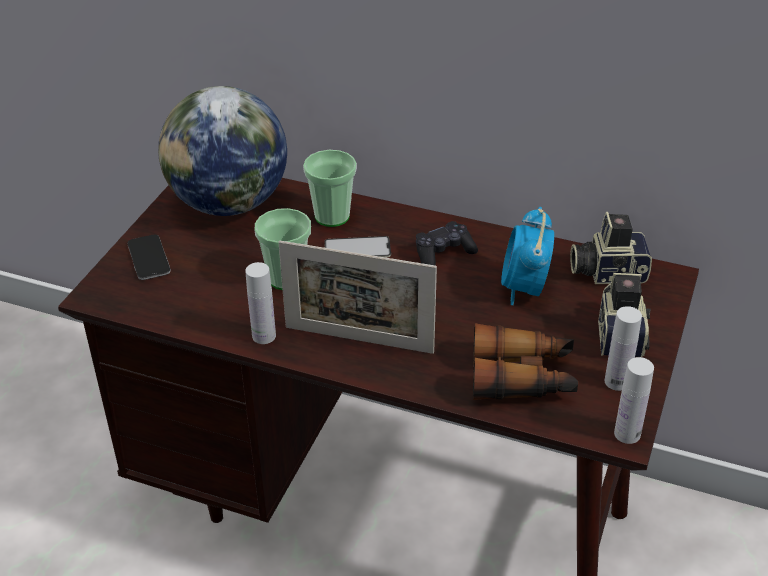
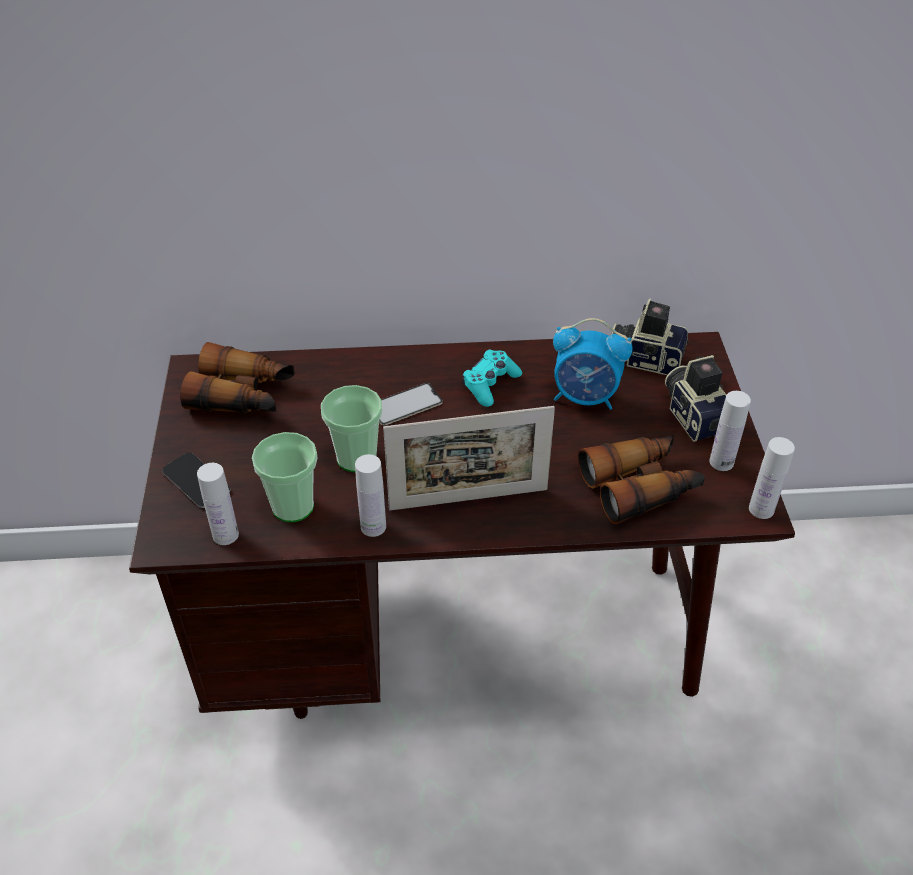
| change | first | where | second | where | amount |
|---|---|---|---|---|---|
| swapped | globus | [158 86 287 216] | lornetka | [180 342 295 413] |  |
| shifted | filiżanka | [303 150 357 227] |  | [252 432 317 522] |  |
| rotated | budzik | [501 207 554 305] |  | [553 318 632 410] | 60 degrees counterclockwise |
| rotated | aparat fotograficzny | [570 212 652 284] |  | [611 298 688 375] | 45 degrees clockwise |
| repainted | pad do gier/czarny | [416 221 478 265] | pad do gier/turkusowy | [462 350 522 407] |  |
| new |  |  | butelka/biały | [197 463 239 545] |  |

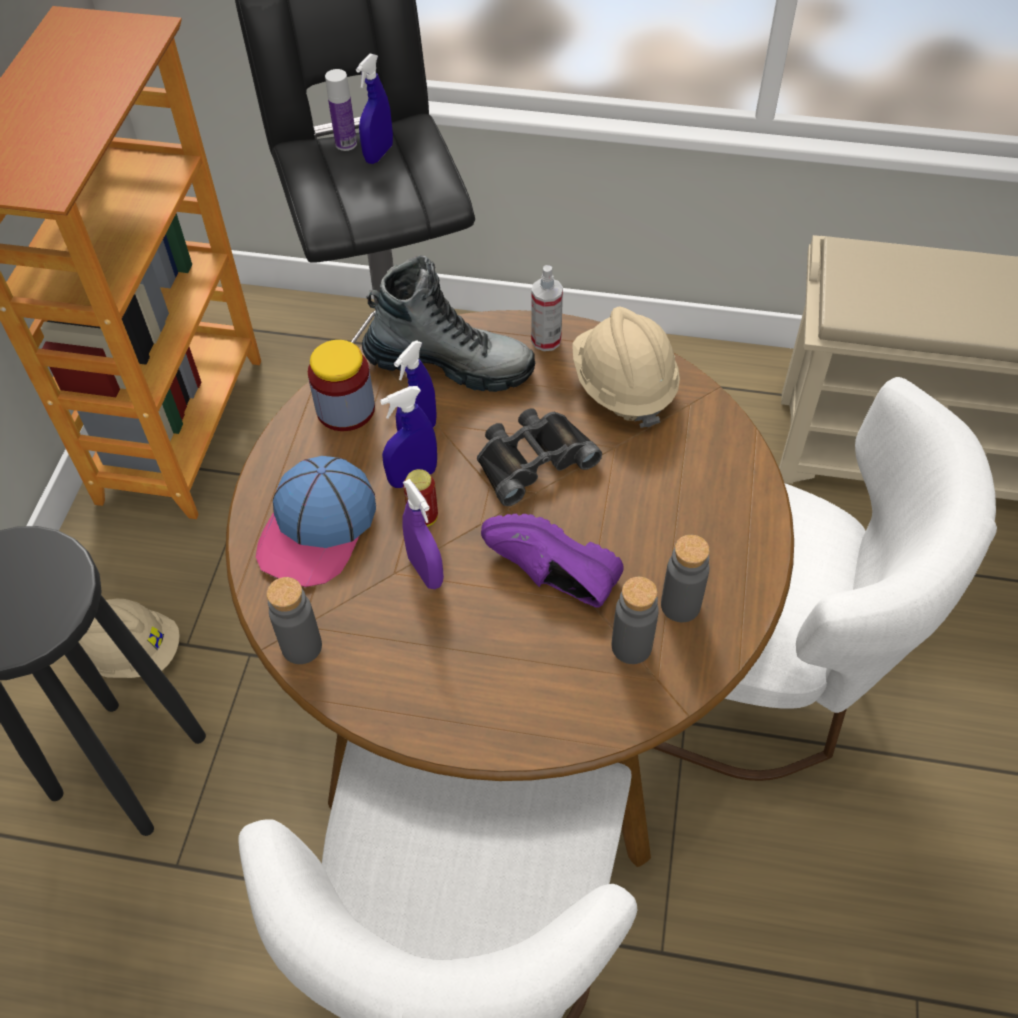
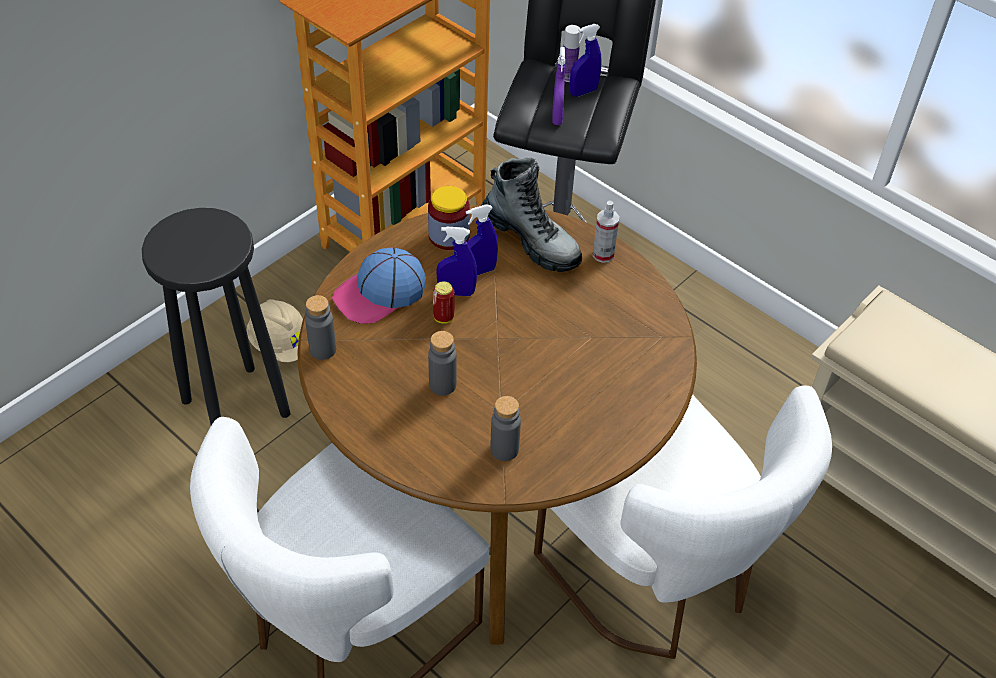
| change | first | where | second | where | amount |
|---|---|---|---|---|---|
| gone | kask/beżowy | [572 306 680 428] |  |  |  |
| gone | lornetka/czarny | [477 408 602 506] |  |  |  |
| shifted | spryskiwacz/fioletowy | [402 479 444 589] |  | [553 47 565 125] |  |
| gone | but/fioletowy | [481 514 624 608] |  |  |  |
| shifted | butelka/szary | [661 535 710 622] |  | [428 331 457 395] |  |

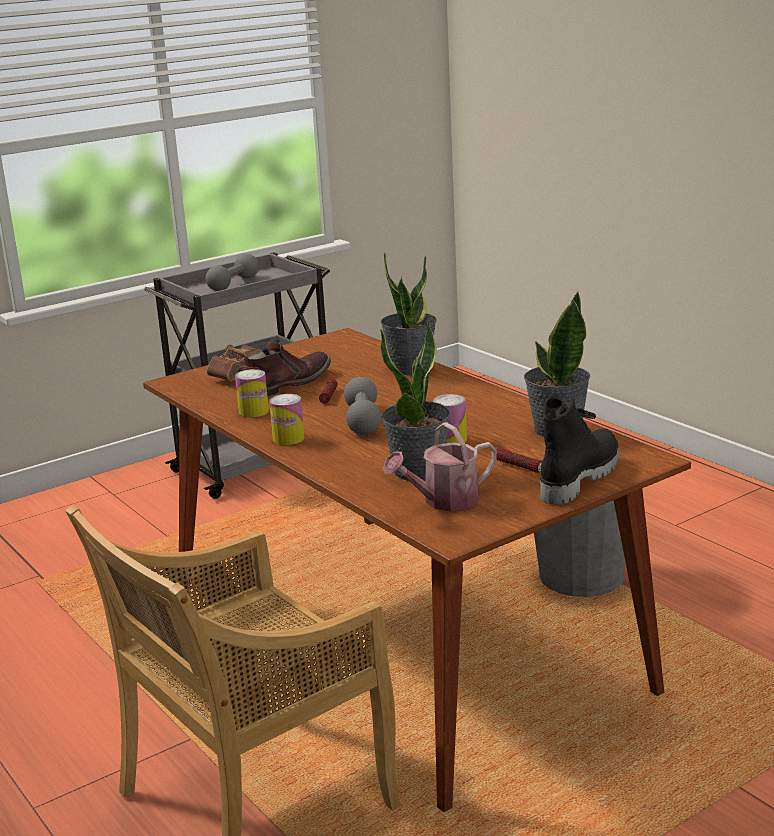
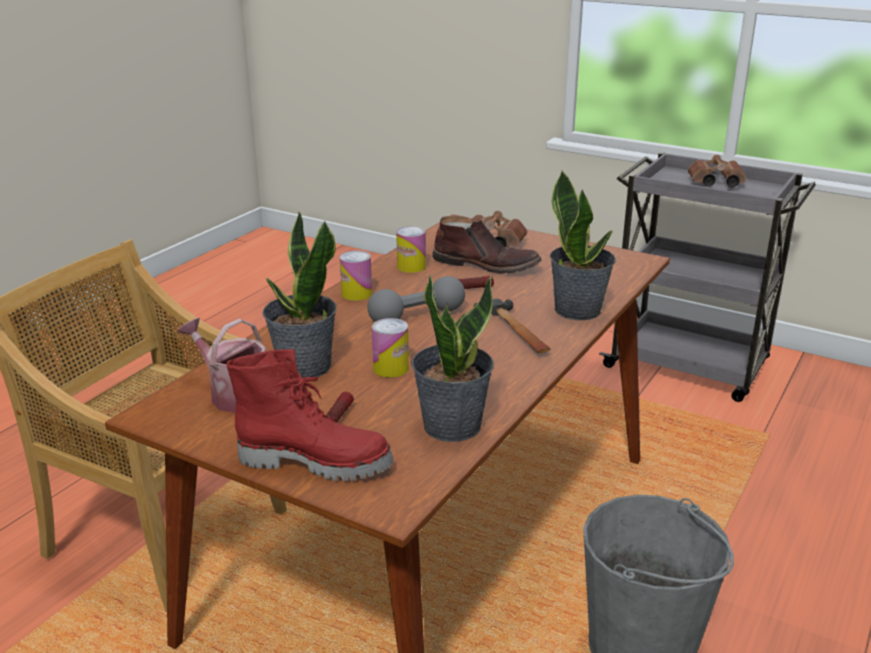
| change | first | where | second | where | amount |
|---|---|---|---|---|---|
| swapped | hantel/szary | [206 254 259 291] | lornetka/brązowy | [688 155 746 188] |  |
| repainted | but z cholewką/czarny | [540 392 619 505] | but z cholewką/czerwony | [226 349 394 481] |  |
| new |  |  | młotek | [473 299 551 353] |  |

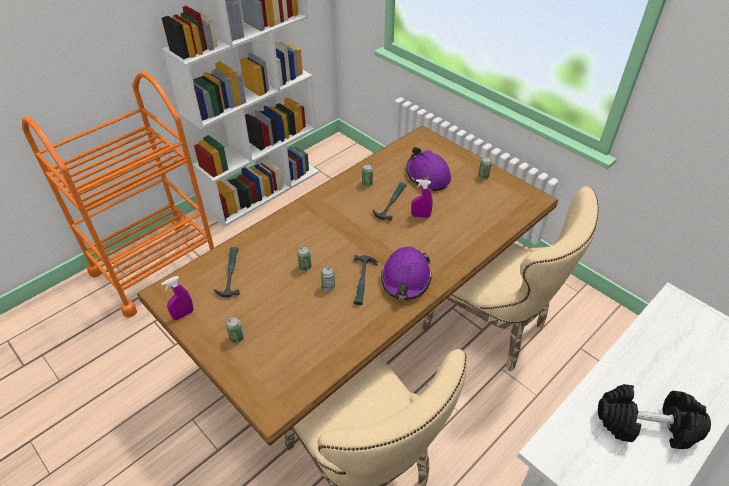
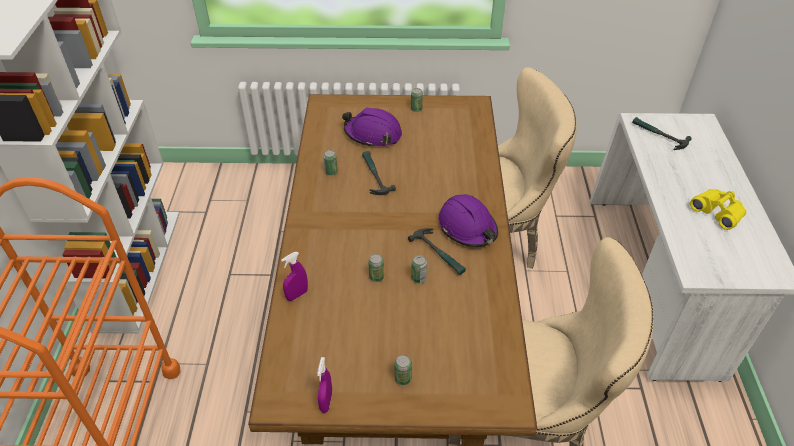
| change | first | where | second | where | amount |
|---|---|---|---|---|---|
| shifted | spryskiwacz/fioletowy | [411 179 433 218] |  | [281 252 308 301] |  |
| shifted | młotek | [214 247 240 298] |  | [632 117 692 150] |  |
| swapped | hantel/czarny | [598 384 711 449] | lornetka/żółty | [690 189 746 230] |  |

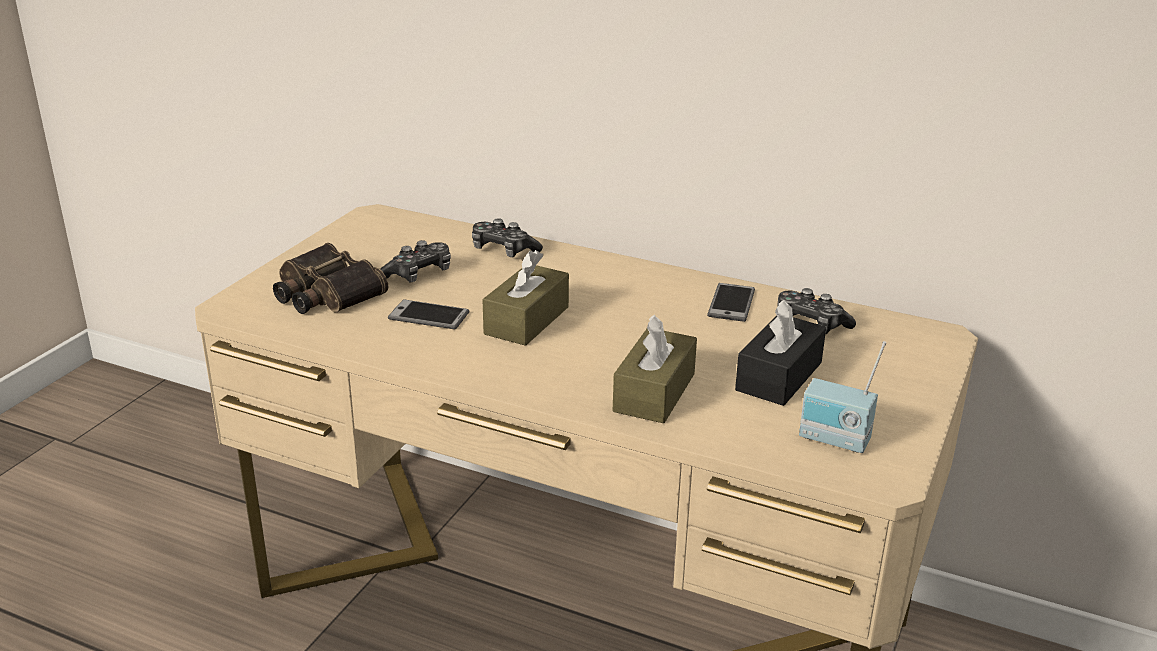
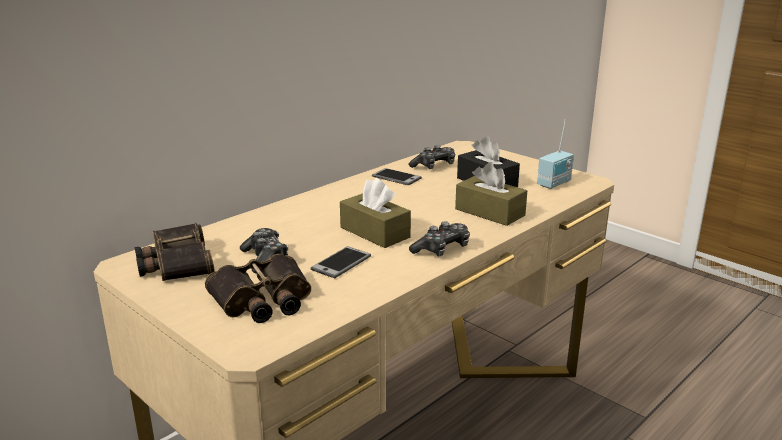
| change | first | where | second | where | amount |
|---|---|---|---|---|---|
| shifted | pad do gier | [472 218 543 257] |  | [409 221 470 256] |  |
| new |  |  | lornetka | [134 223 215 281] |  |

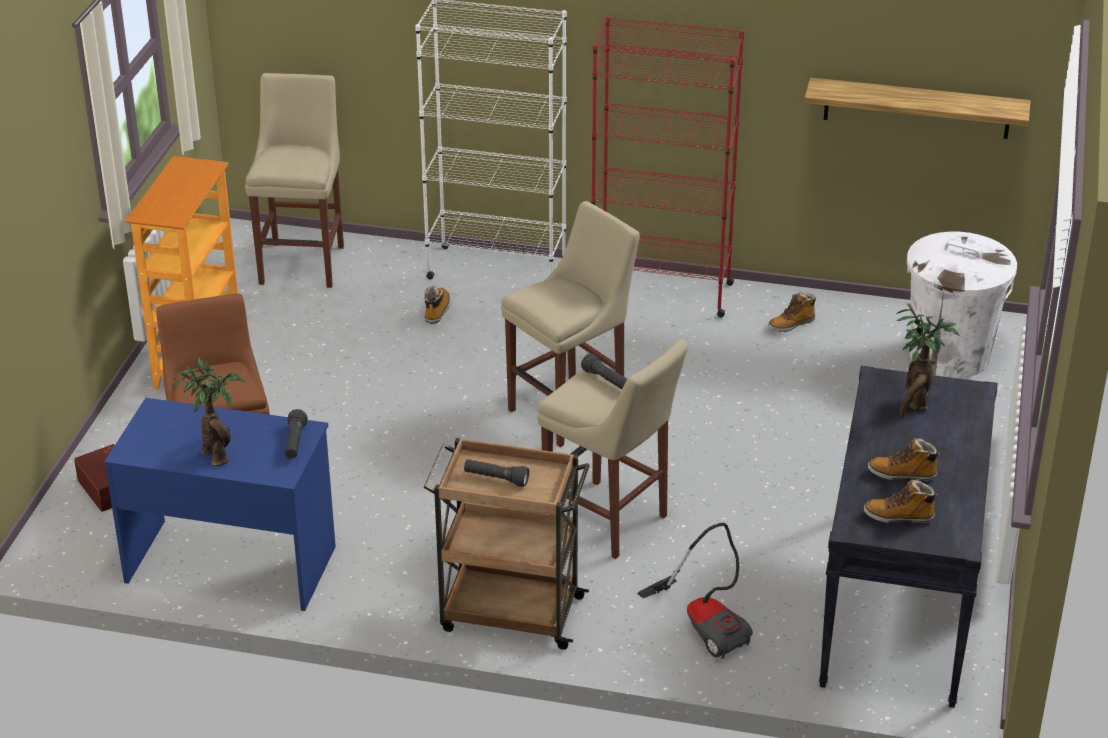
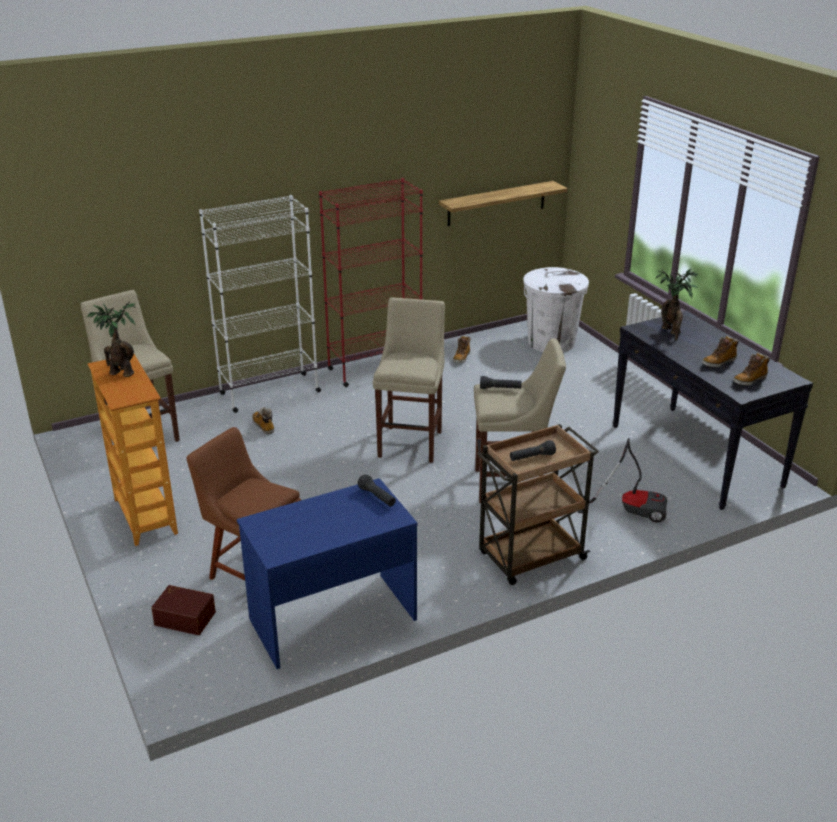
| change | first | where | second | where | amount |
|---|---|---|---|---|---|
| shifted | roślina doniczkowa | [173 357 245 466] |  | [86 302 136 377] |  |

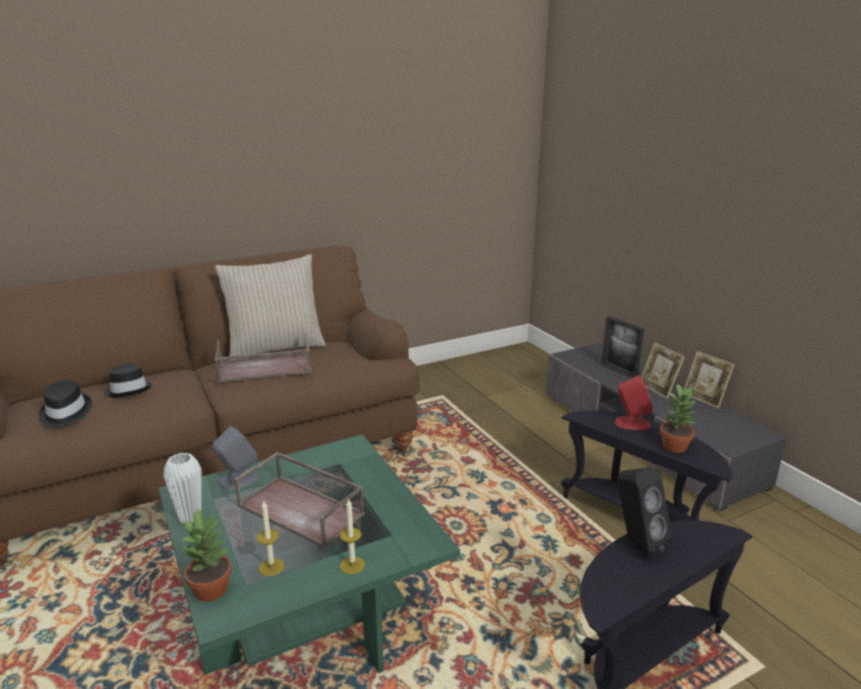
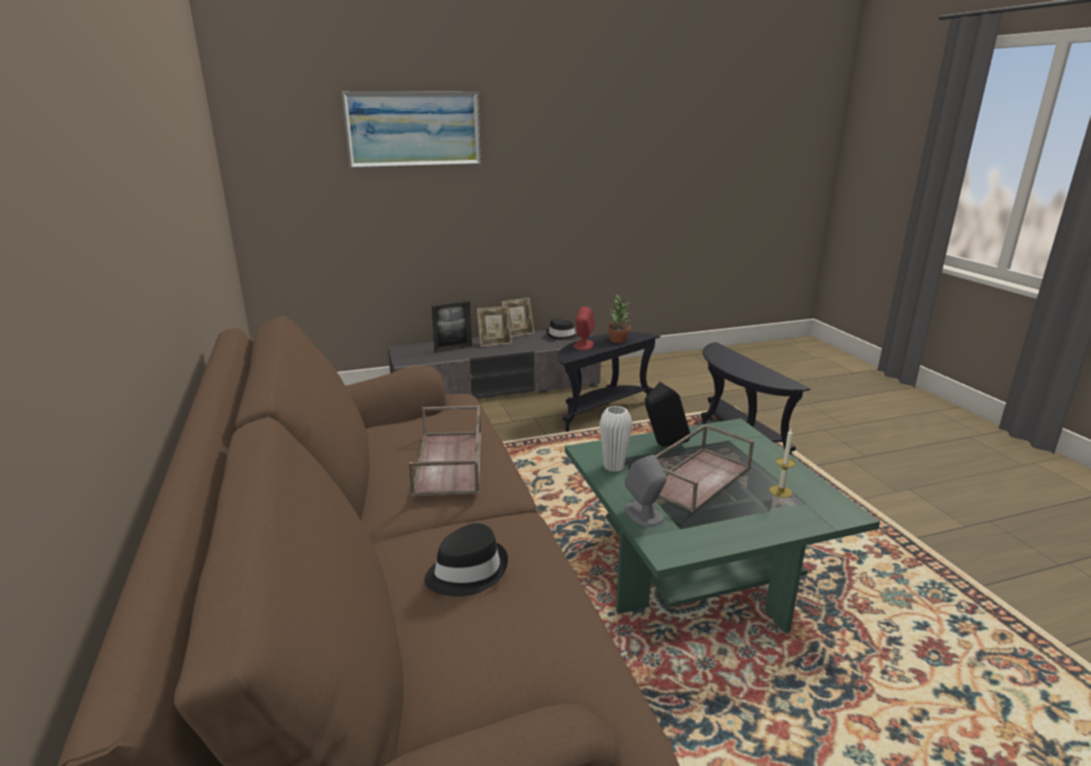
| change | first | where | second | where | amount |
|---|---|---|---|---|---|
| gone | poduszka/beżowy | [215 254 326 360] |  |  |  |
| shifted | kapelusz/czarny | [39 380 92 427] |  | [546 318 579 340] |  |
| shifted | wazon/biały | [163 453 201 524] |  | [600 406 632 472] |  |
| shifted | głośnik/czarny | [617 467 673 558] |  | [645 382 690 447] |  |
| gone | świeca | [340 498 365 574] |  |  |  |
| gone | roślina doniczkowa | [181 508 231 602] |  |  |  |
| new |  |  | obraz | [342 91 481 169] |  |

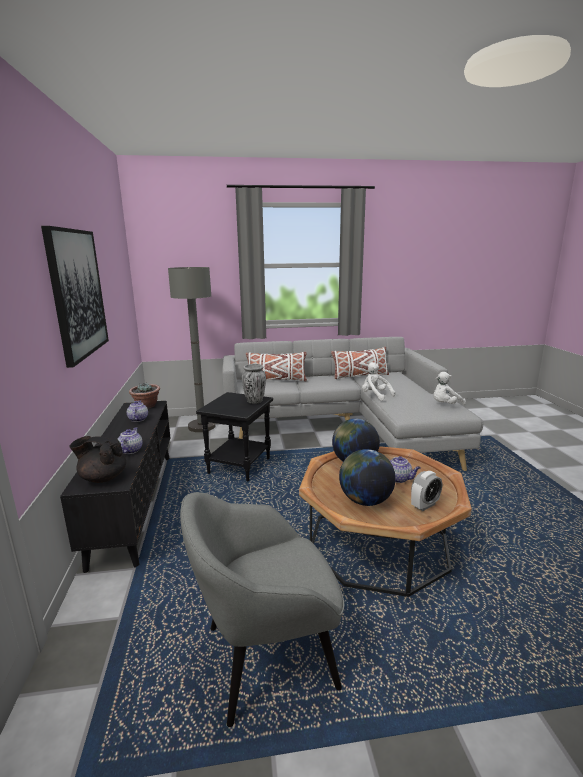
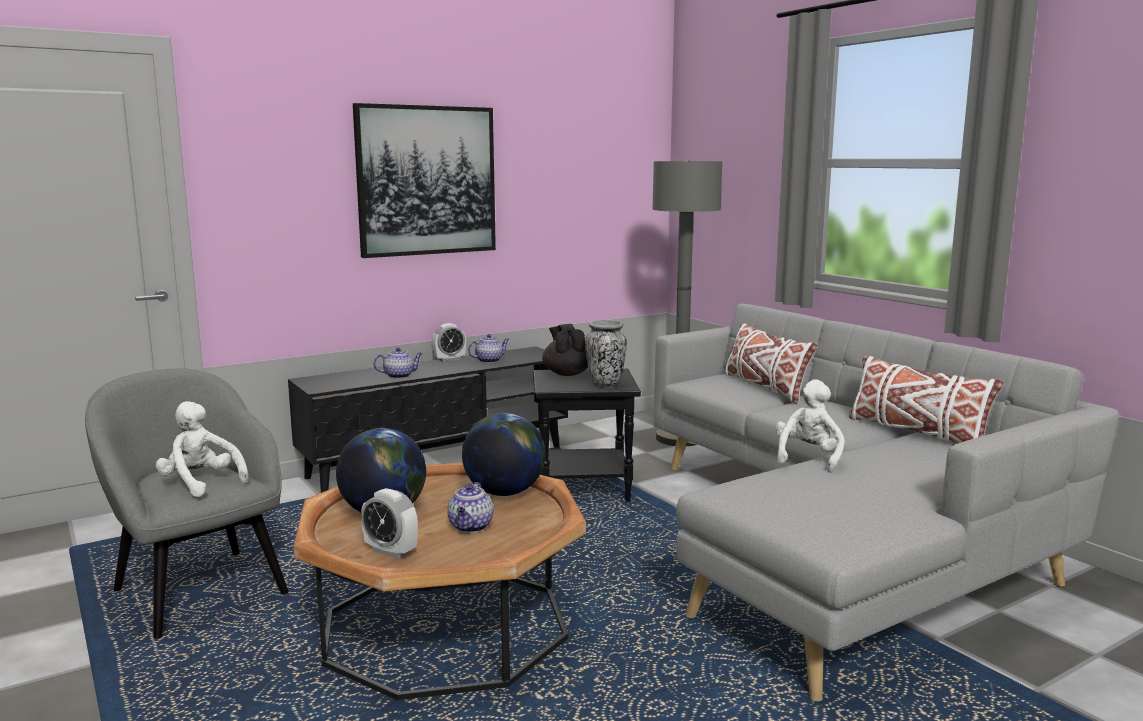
| change | first | where | second | where | amount |
|---|---|---|---|---|---|
| shifted | pluszak/biały | [433 372 466 405] |  | [155 401 249 497] |  |
| gone | roślina doniczkowa | [129 383 160 409] |  |  |  |
| shifted | imbryk/czarny | [70 436 126 483] |  | [542 324 588 376] |  |
| new |  |  | budzik | [432 323 466 362] |  |

